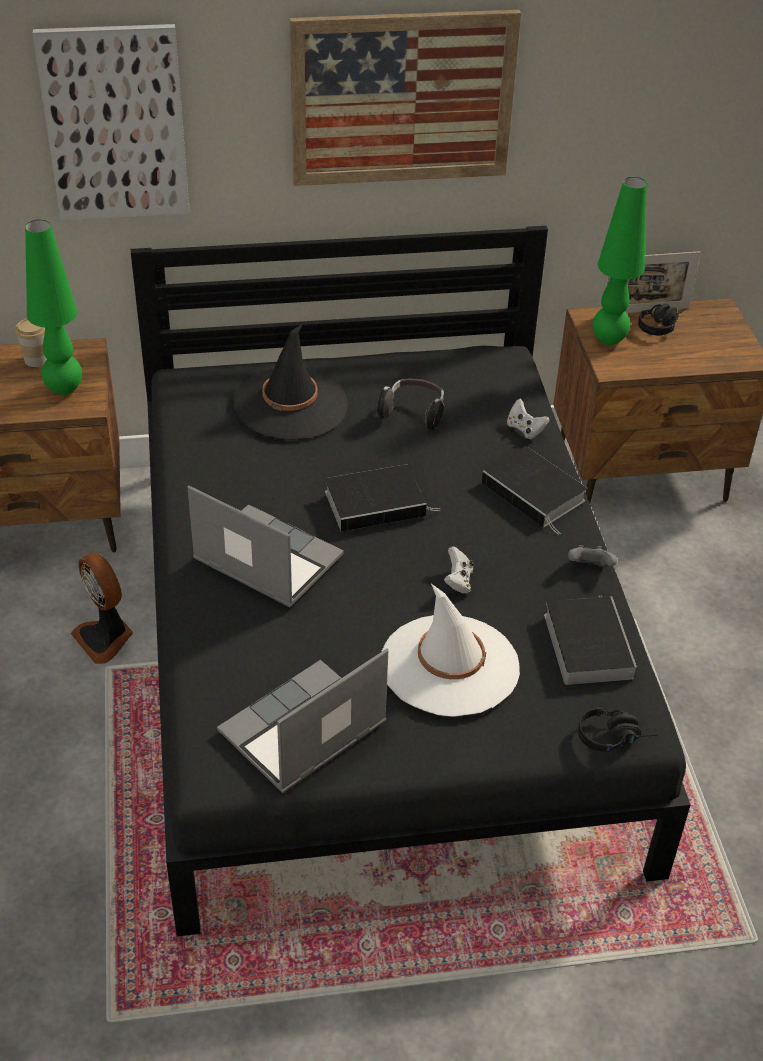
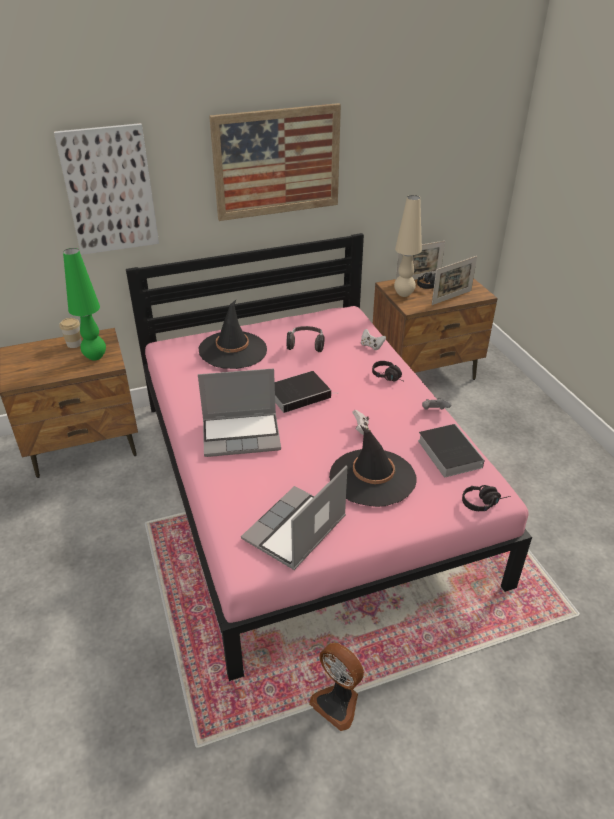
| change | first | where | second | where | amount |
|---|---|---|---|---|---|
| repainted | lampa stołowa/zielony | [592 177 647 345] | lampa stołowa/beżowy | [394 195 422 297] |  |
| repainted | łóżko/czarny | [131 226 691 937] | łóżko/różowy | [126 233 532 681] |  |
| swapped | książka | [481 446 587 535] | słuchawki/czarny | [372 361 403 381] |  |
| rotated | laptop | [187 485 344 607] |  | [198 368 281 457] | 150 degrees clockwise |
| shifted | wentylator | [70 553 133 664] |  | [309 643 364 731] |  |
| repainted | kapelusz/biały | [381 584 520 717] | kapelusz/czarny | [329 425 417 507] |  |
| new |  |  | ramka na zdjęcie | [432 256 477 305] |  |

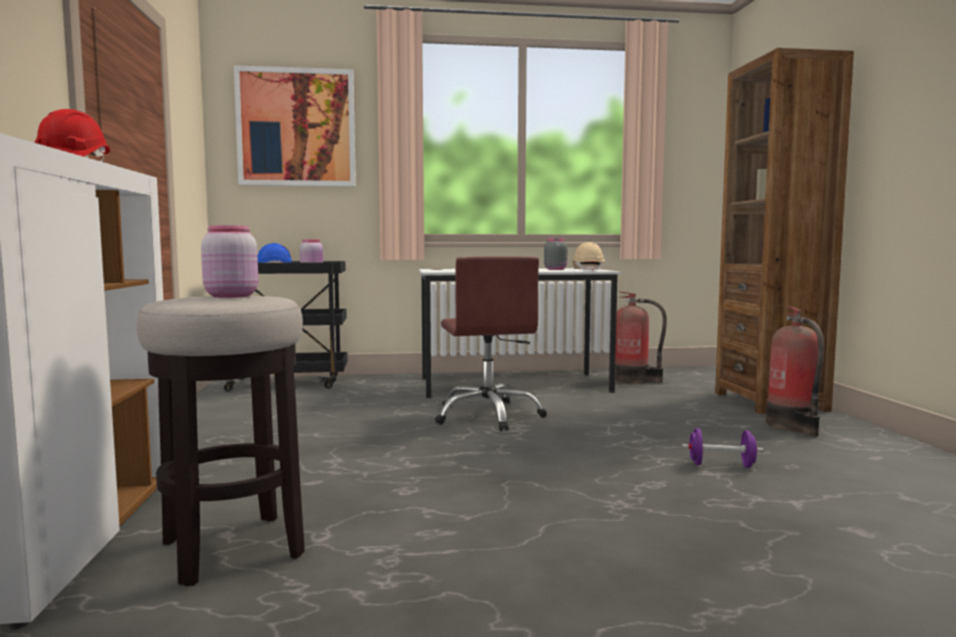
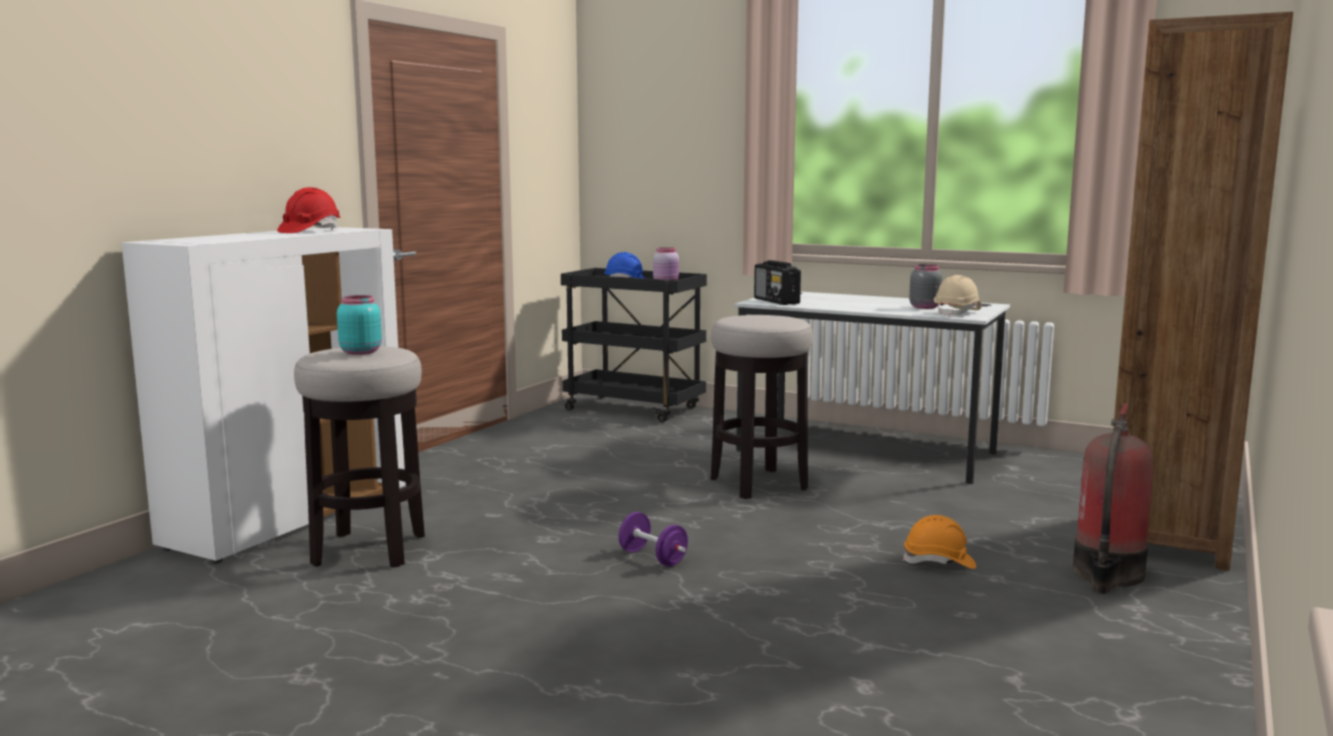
| change | first | where | second | where | amount |
|---|---|---|---|---|---|
| gone | obraz | [234 65 356 187] |  |  |  |
| repainted | słoik/różowy | [201 225 258 298] | słoik/turkusowy | [337 295 382 355] |  |
| swapped | krzesło biurowe/brązowy | [435 256 547 431] | stołek | [711 315 812 499] |  |
| gone | gaśnica | [615 291 667 384] |  |  |  |
| shifted | hantel/fioletowy | [682 428 763 468] |  | [619 512 688 567] |  |
| new |  |  | radio | [754 260 801 305] |  |
| new |  |  | kask/pomarańczowy | [902 515 976 569] |  |

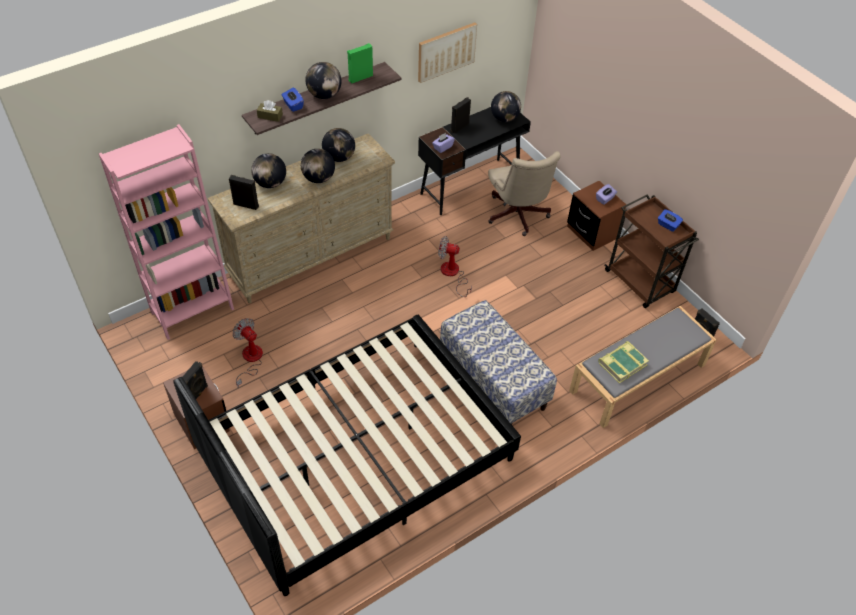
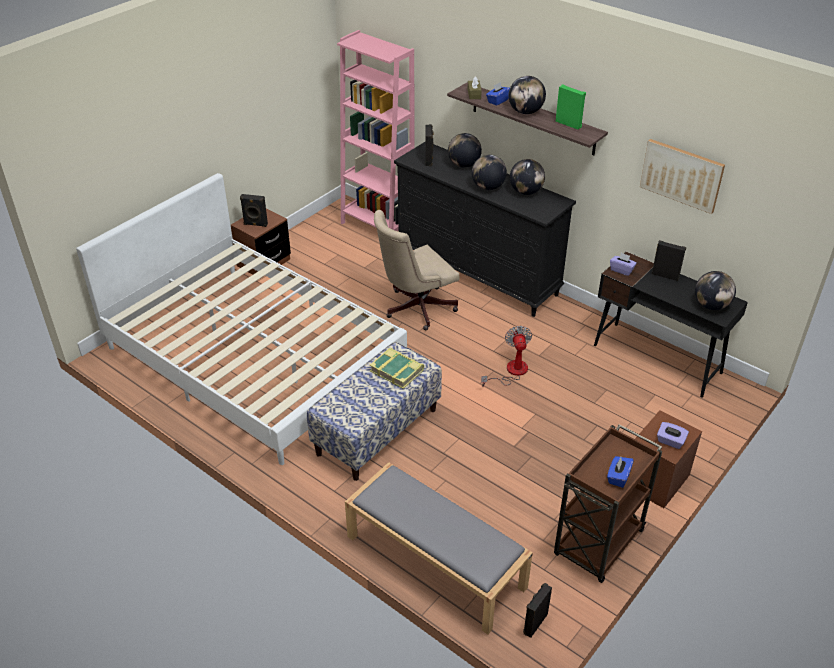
| change | first | where | second | where | amount |
|---|---|---|---|---|---|
| repainted | komoda/beżowy | [208 133 395 303] | komoda/czarny | [394 141 576 317] |  |
| shifted | krzesło biurowe/beżowy | [488 151 561 236] |  | [374 210 459 331] |  |
| repainted | łóżko/czarny | [174 315 521 596] | łóżko/biały | [76 173 407 465] |  |
| gone | wentylator | [233 318 263 388] |  |  |  |
| shifted | książka | [598 341 649 384] |  | [370 348 424 389] |  |

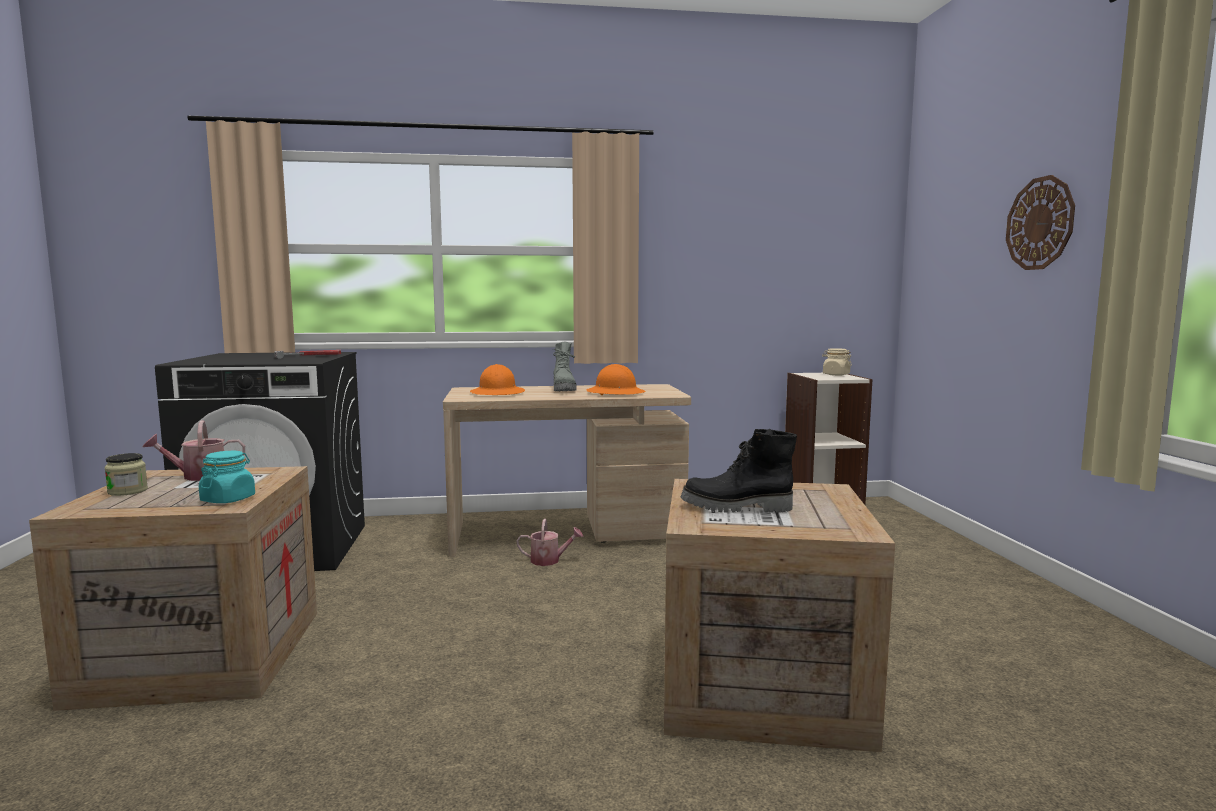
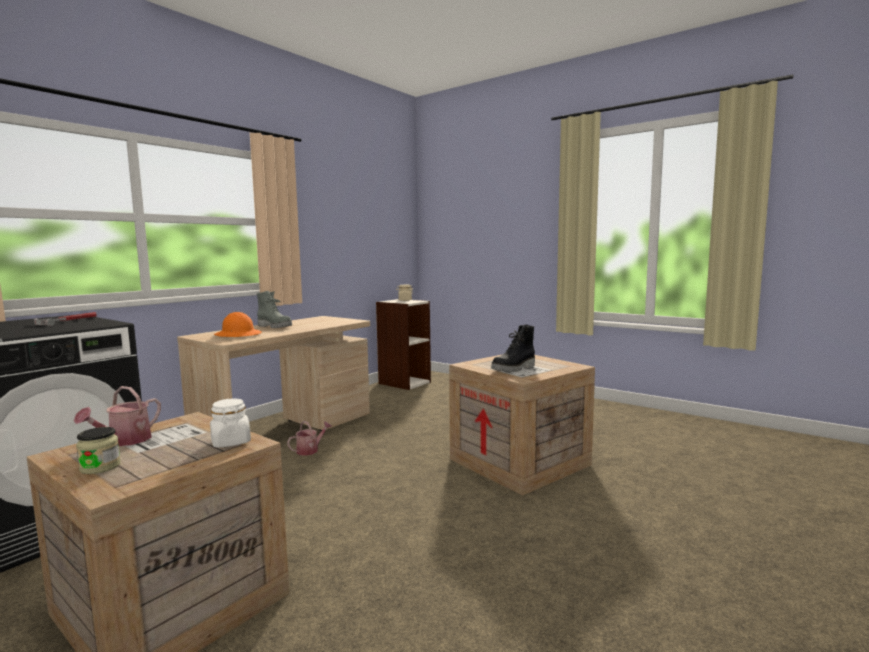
| change | first | where | second | where | amount |
|---|---|---|---|---|---|
| gone | zegar ścienny | [1006 175 1075 270] |  |  |  |
| gone | kask/pomarańczowy | [586 364 645 395] |  |  |  |
| repainted | słoik/turkusowy | [199 451 255 503] | słoik/biały | [210 398 251 448] |  |

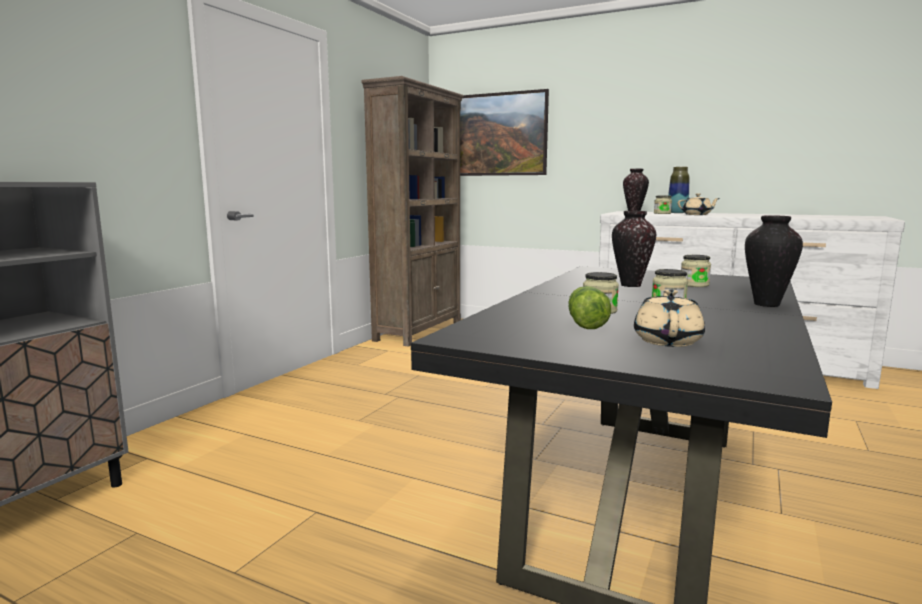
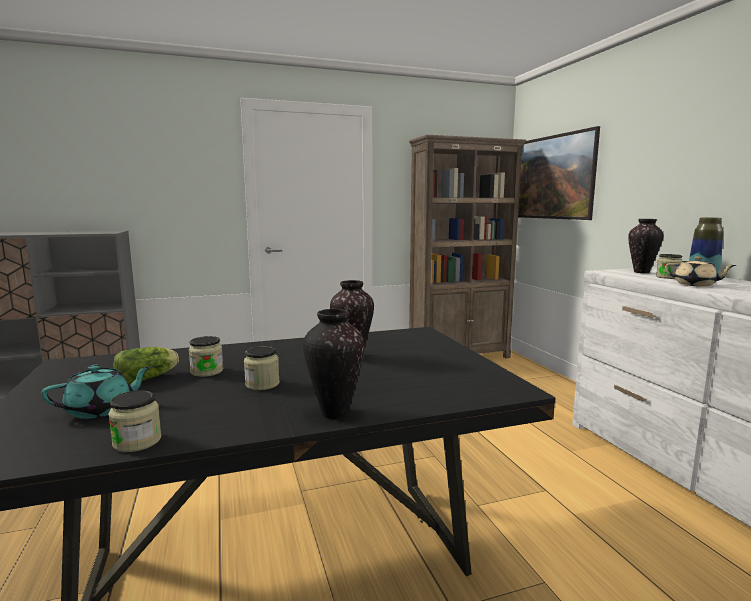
| change | first | where | second | where | amount |
|---|---|---|---|---|---|
| shifted | słoik | [681 255 711 287] |  | [108 390 161 452] |  |
| repainted | imbryk/beżowy | [634 289 705 347] | imbryk/turkusowy | [41 365 151 419] |  |

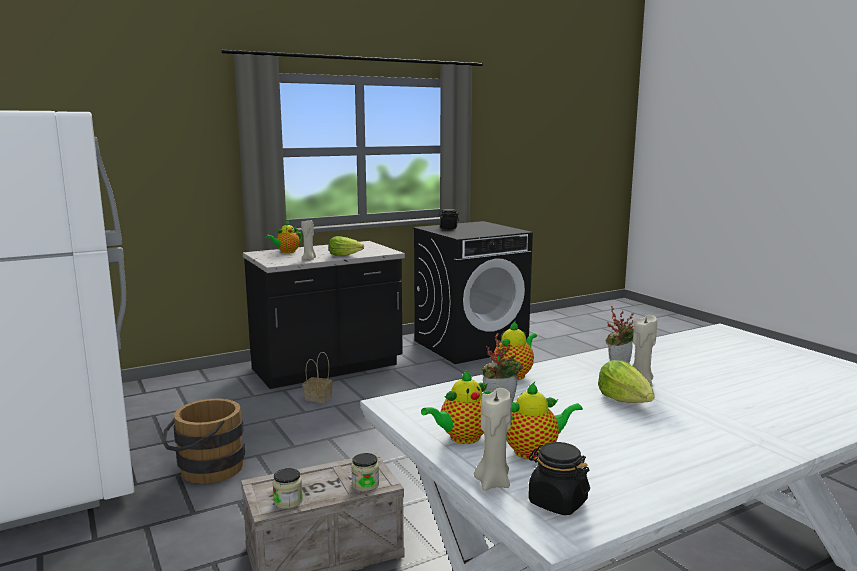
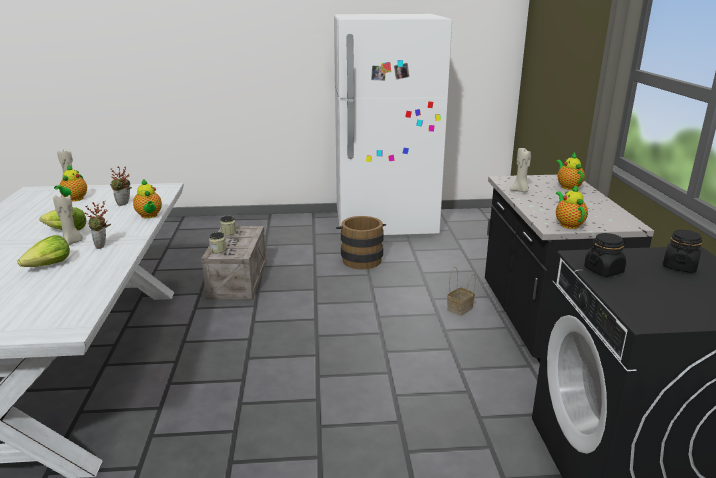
| change | first | where | second | where | amount |
|---|---|---|---|---|---|
| shifted | sałata | [329 236 364 256] |  | [17 235 70 267] |  |
| shifted | imbryk | [421 370 491 444] |  | [556 184 588 229] |  |
| shifted | słoik/czarny | [528 442 590 515] |  | [584 233 626 277] |  |

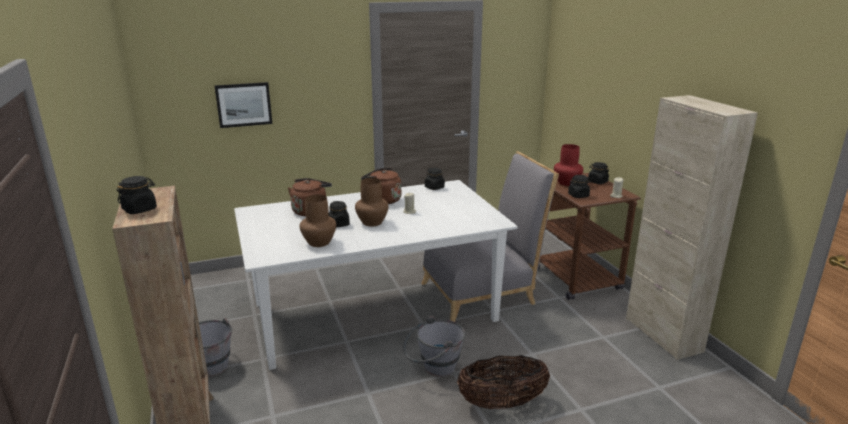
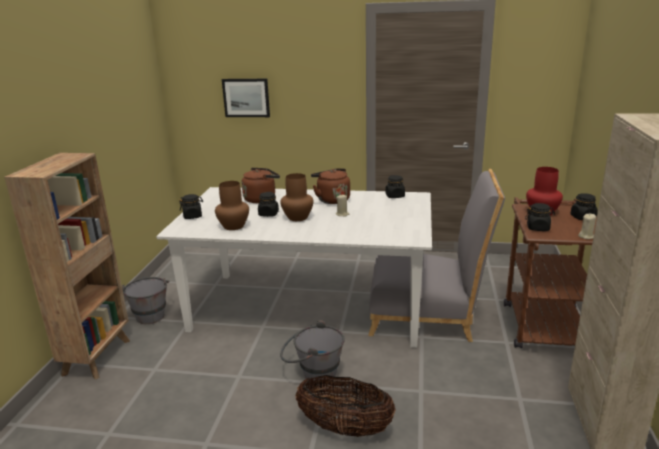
| change | first | where | second | where | amount |
|---|---|---|---|---|---|
| shifted | słoik/czarny | [117 176 157 214] |  | [179 194 203 219] |  |

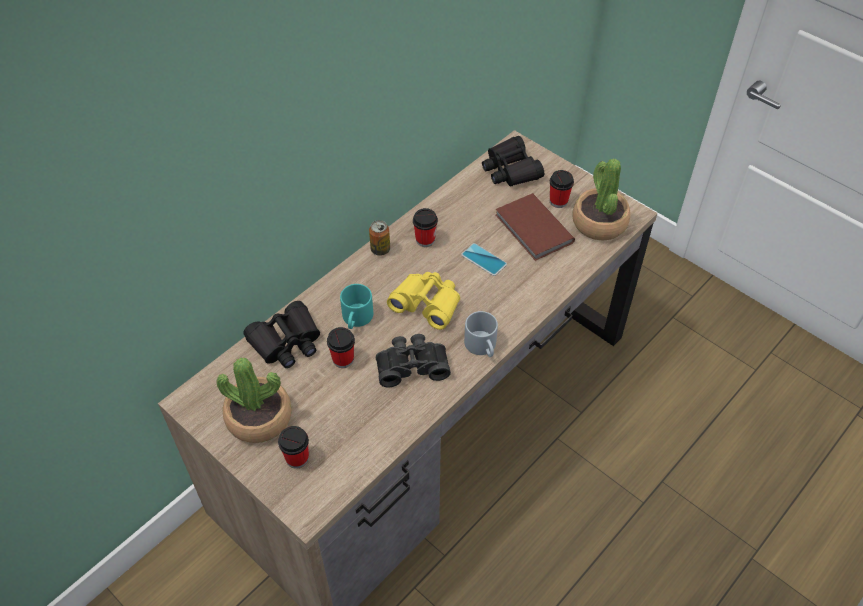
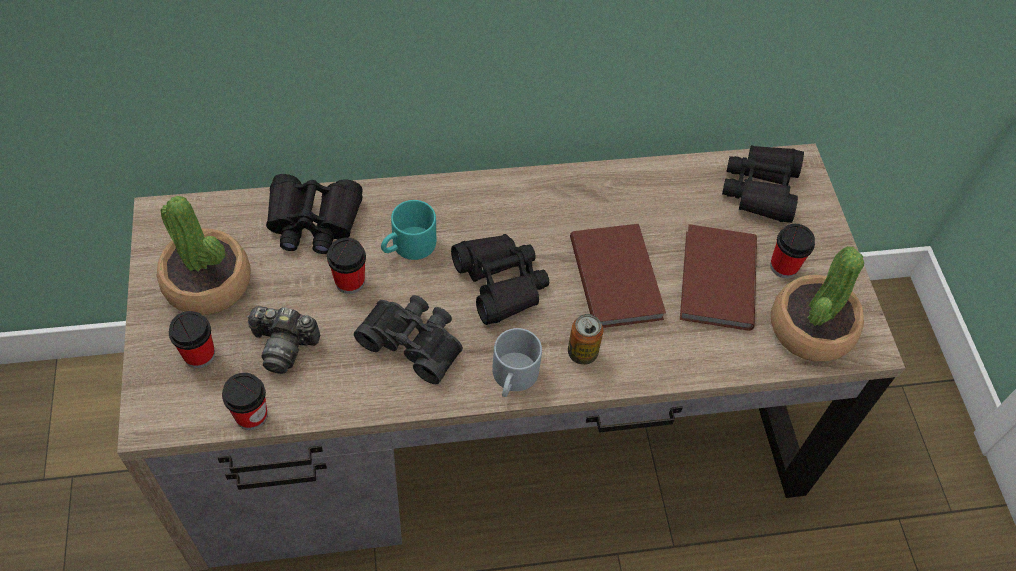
| change | first | where | second | where | amount |
|---|---|---|---|---|---|
| shifted | filiżanka | [413 208 438 247] |  | [222 373 268 430] |  |
| shifted | puszka | [369 220 390 256] |  | [568 314 603 365] |  |
| swapped | telefon | [461 243 507 276] | książka/brązowy | [570 224 666 328] |  |
| repainted | lornetka/żółty | [387 272 460 330] | lornetka/czarny | [451 234 549 325] |  |
| new |  |  | aparat fotograficzny | [246 306 320 374] |  |

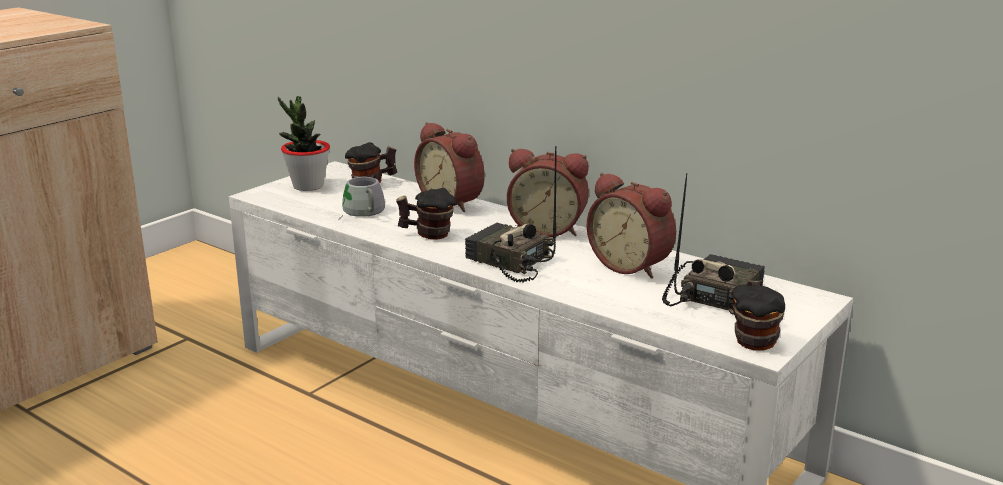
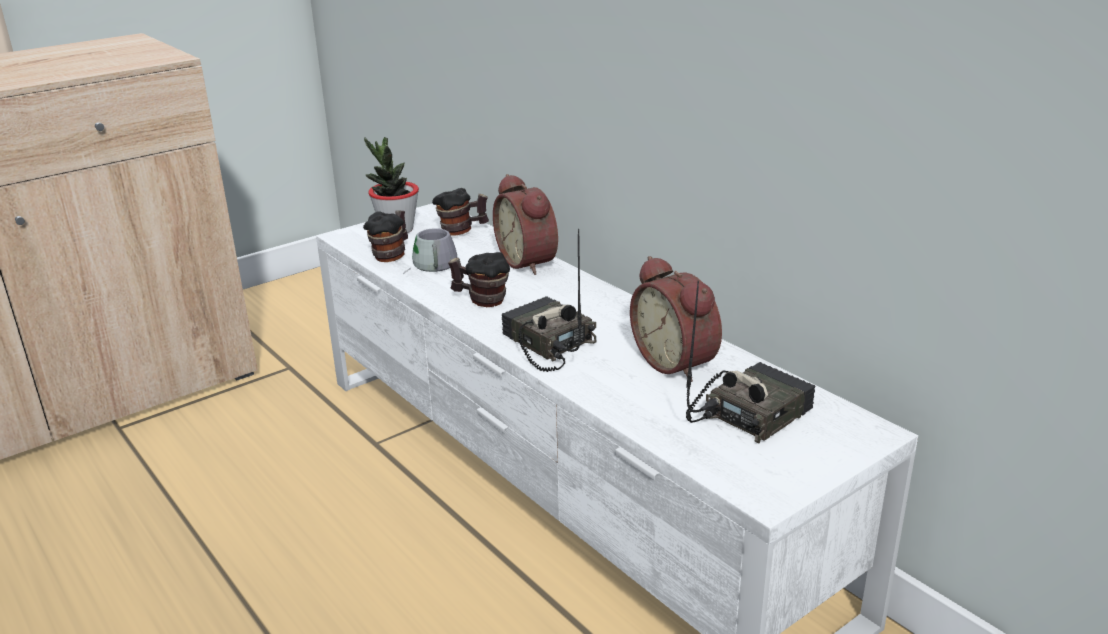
| change | first | where | second | where | amount |
|---|---|---|---|---|---|
| gone | budzik | [507 149 589 237] |  |  |  |
| shifted | kubek | [731 280 785 350] |  | [363 210 408 262] |  |

